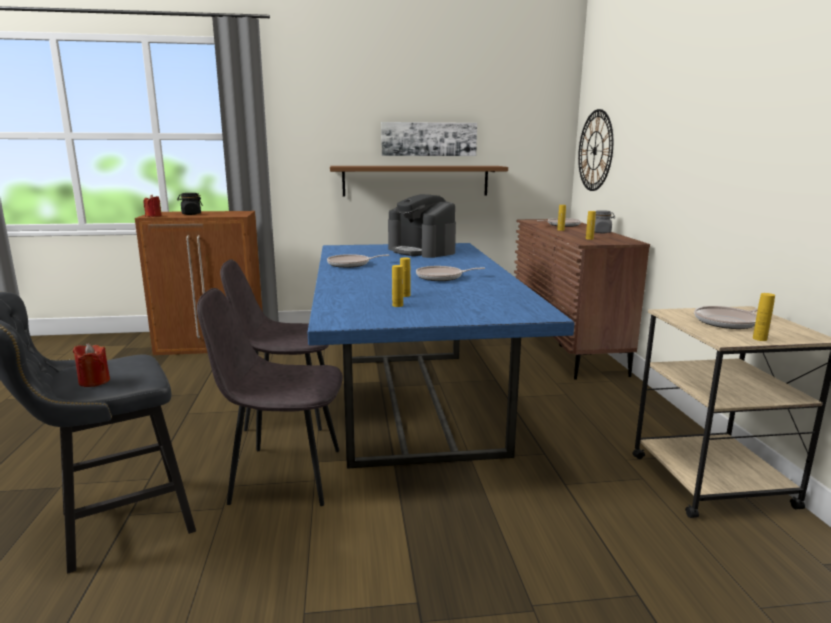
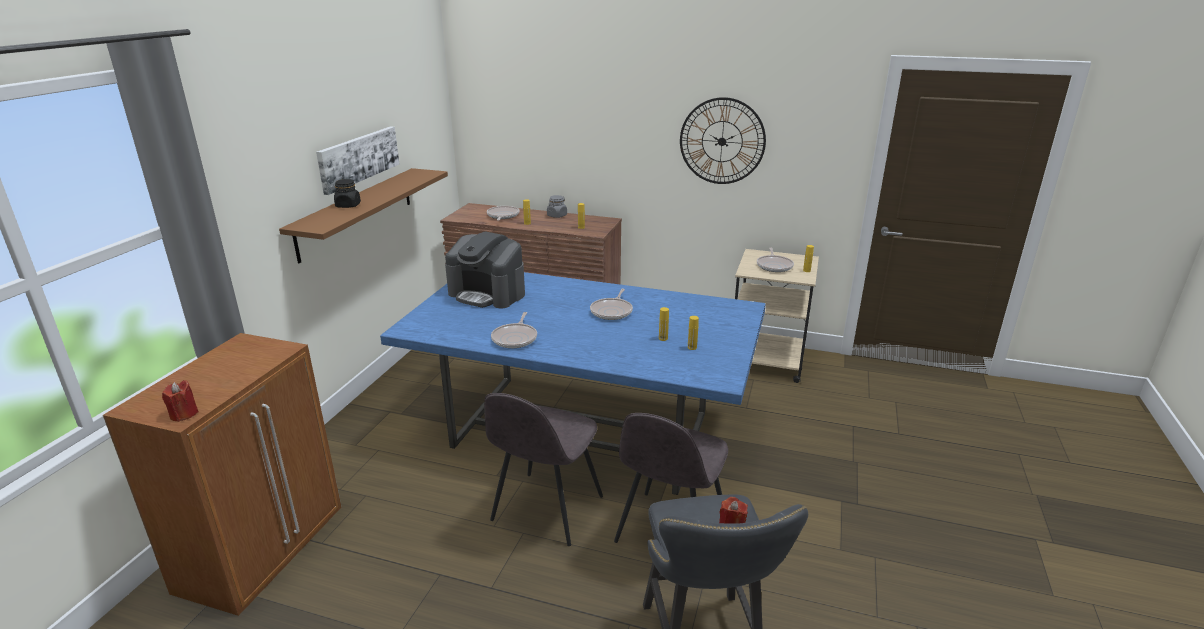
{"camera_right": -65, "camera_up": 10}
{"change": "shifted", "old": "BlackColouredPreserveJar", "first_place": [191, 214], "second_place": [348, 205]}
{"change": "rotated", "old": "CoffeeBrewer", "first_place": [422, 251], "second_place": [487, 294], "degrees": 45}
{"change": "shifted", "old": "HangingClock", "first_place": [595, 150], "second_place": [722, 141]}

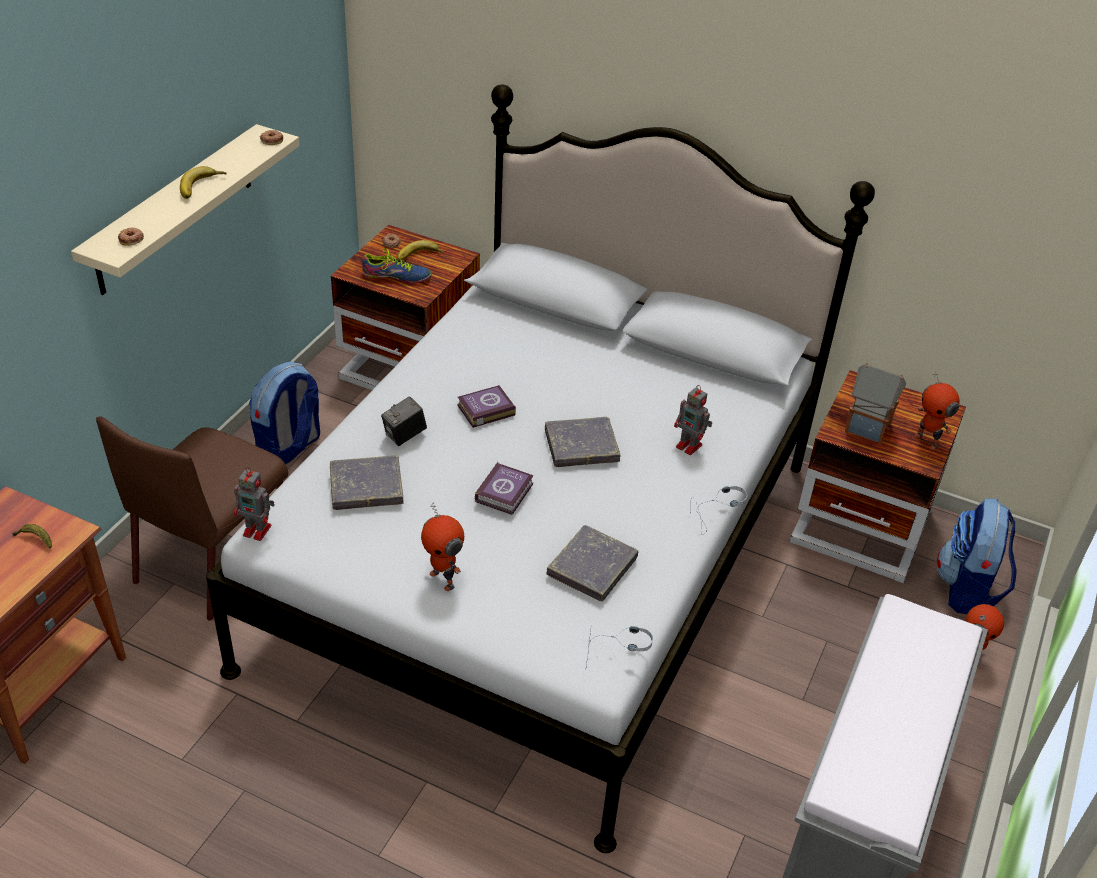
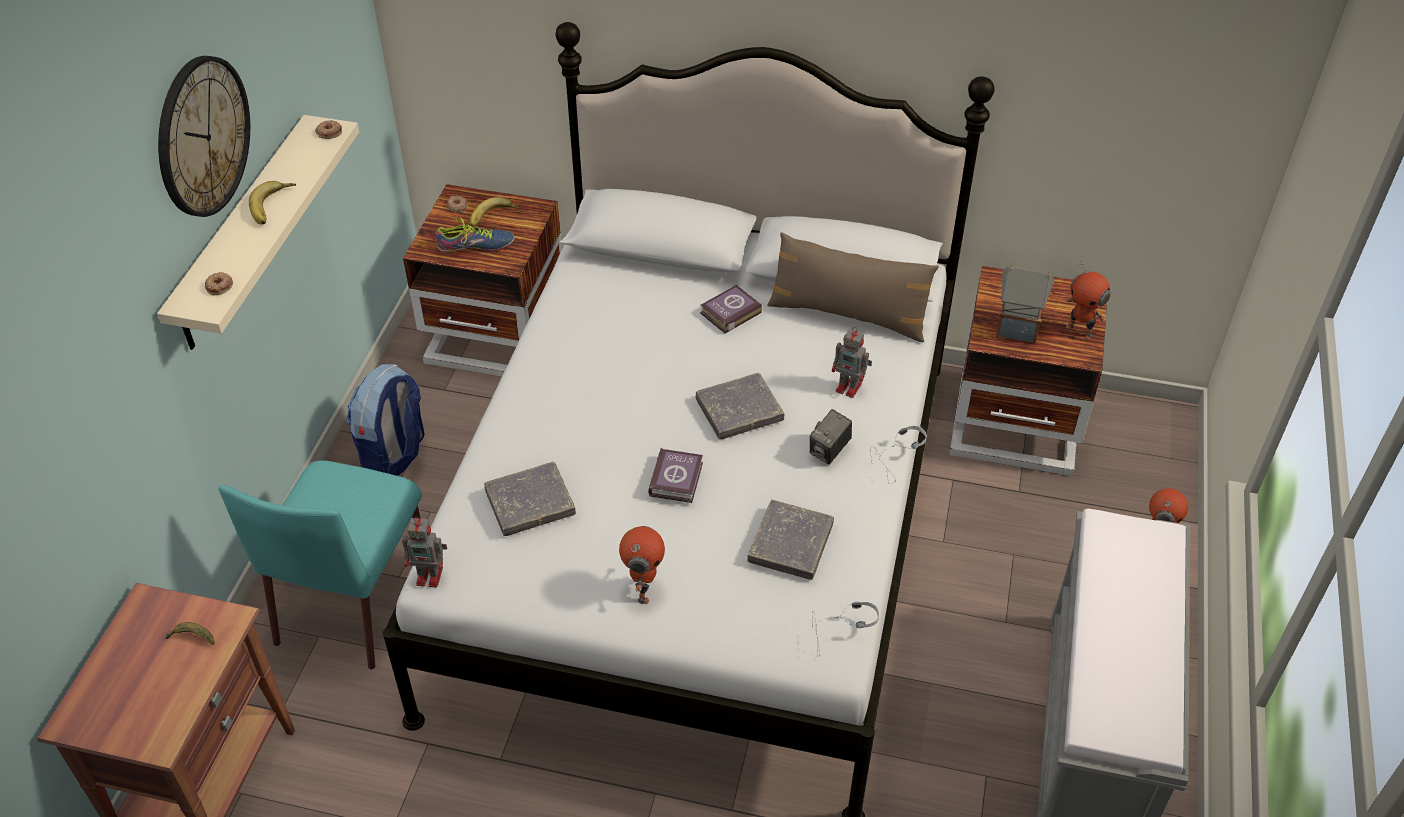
{"camera_right": -10, "camera_up": 5}
{"change": "new", "new": "HangingClock", "second_place": [202, 136]}
{"change": "repainted", "old": "BrownColouredPlainChair", "new": "BlueGreenPlainChair", "first_place": [214, 559], "second_place": [354, 599]}
{"change": "rotated", "old": "ToyRobot", "first_place": [443, 579], "second_place": [643, 589], "degrees": -120}
{"change": "shifted", "old": "BoundBook", "first_place": [484, 410], "second_place": [729, 313]}
{"change": "new", "new": "BrownColouredPillow", "second_place": [848, 315]}
{"change": "shifted", "old": "StillCamera", "first_place": [404, 436], "second_place": [829, 451]}
{"change": "gone", "old": "Knapsack", "first_place": [967, 589]}

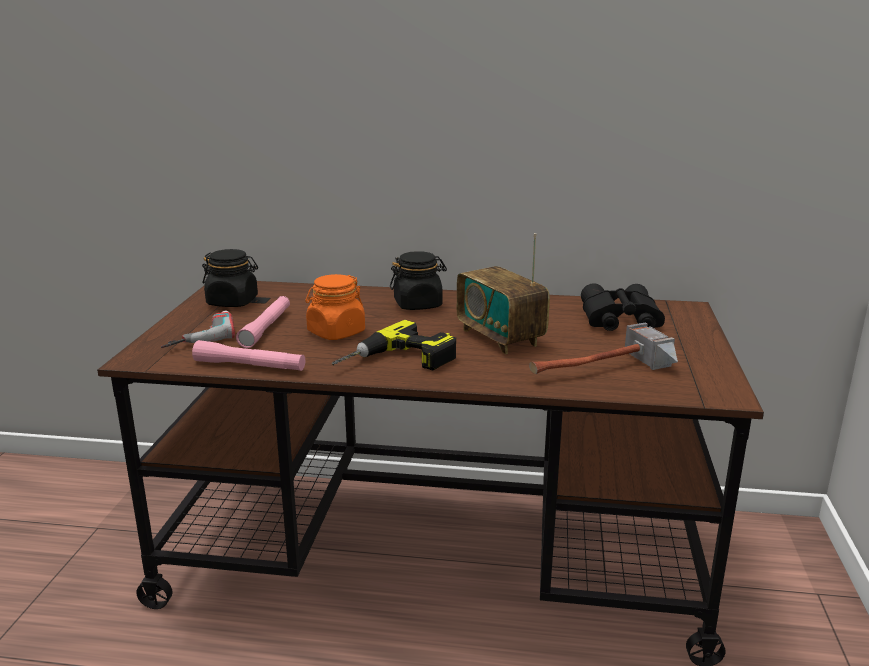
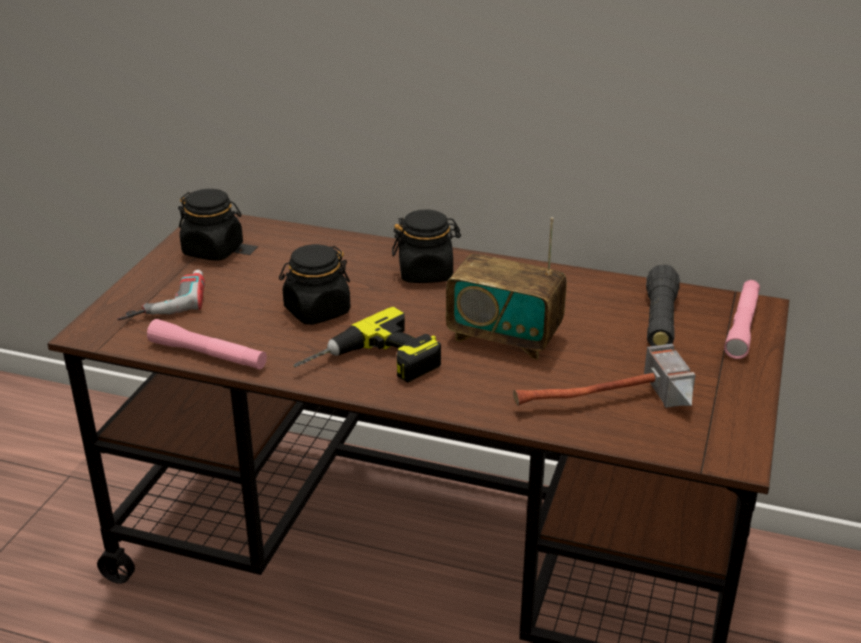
{"camera_right": 10, "camera_up": 10}
{"change": "repainted", "old": "OrangePreserveJar", "new": "BlackColouredPreserveJar", "first_place": [336, 332], "second_place": [317, 311]}
{"change": "rotated", "old": "RadioSet", "first_place": [500, 337], "second_place": [504, 337], "degrees": -45}
{"change": "swapped", "old": "BlackColouredFieldGlasses", "new": "BlackColouredHandTorch", "first_place": [618, 320], "second_place": [660, 321]}
{"change": "shifted", "old": "PinkishHandTorch", "first_place": [266, 328], "second_place": [742, 326]}

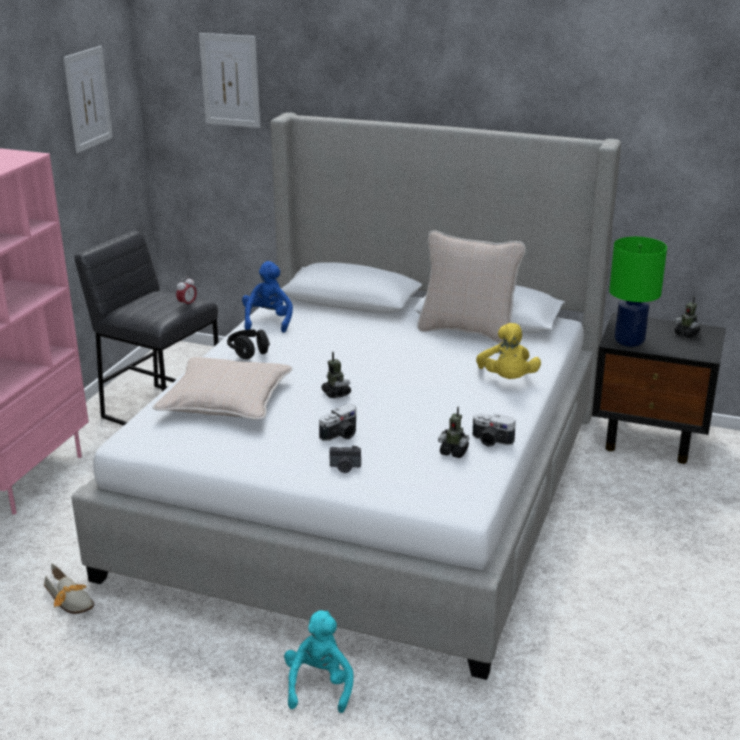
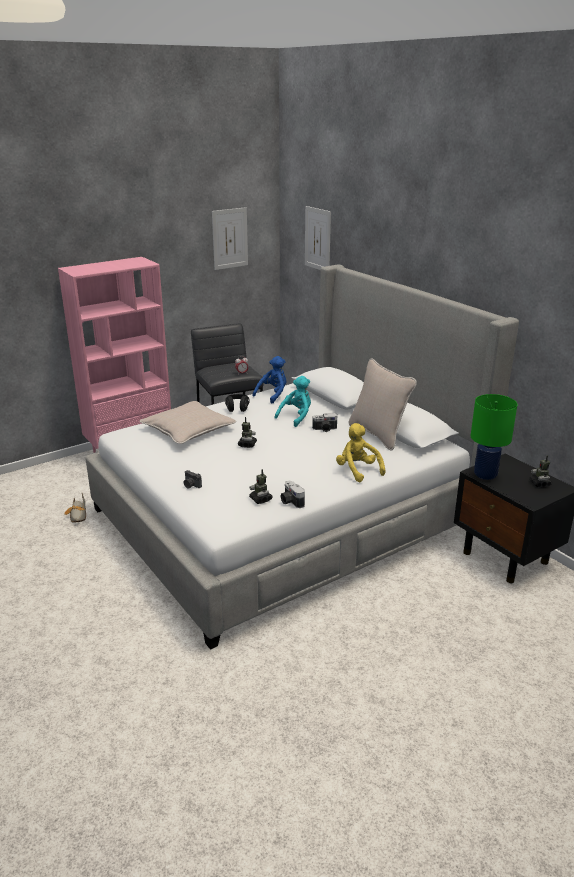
{"camera_right": 35, "camera_up": 0}
{"change": "shifted", "old": "BlueGreenCuddlyToy", "first_place": [319, 685], "second_place": [296, 417]}
{"change": "shifted", "old": "StillCamera", "first_place": [341, 435], "second_place": [325, 429]}
{"change": "rotated", "old": "YellowishCuddlyToy", "first_place": [507, 380], "second_place": [357, 470], "degrees": 120}

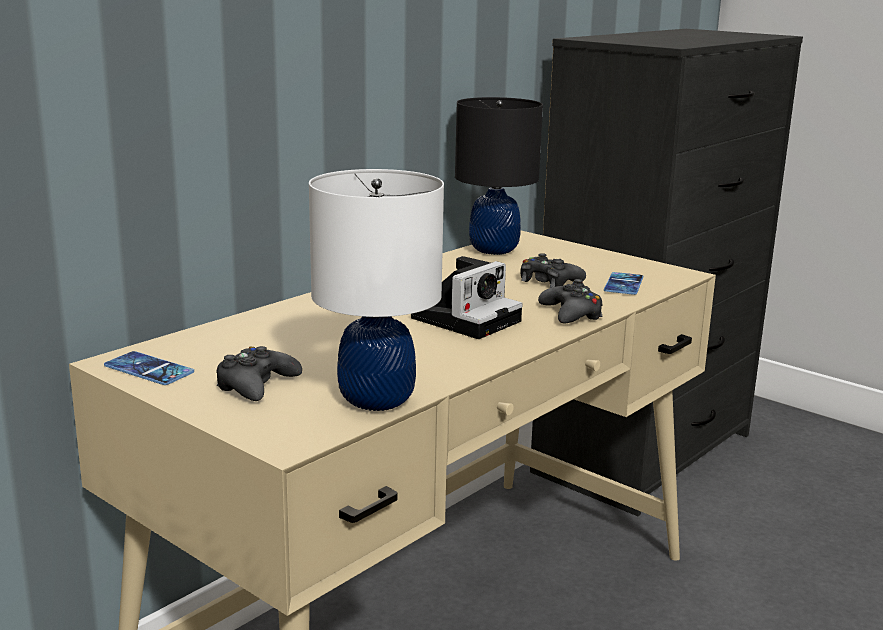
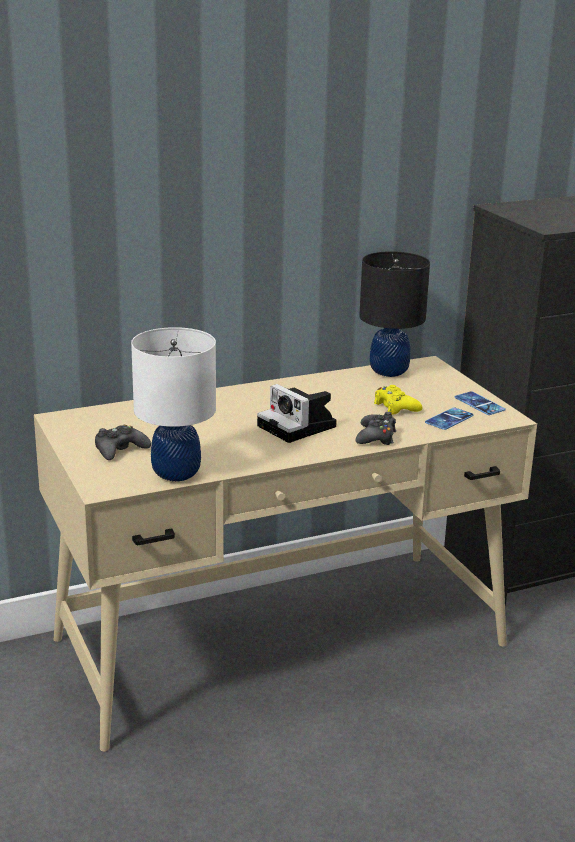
{"camera_right": 25, "camera_up": 5}
{"change": "rotated", "old": "StillCamera", "first_place": [467, 318], "second_place": [299, 427], "degrees": 75}
{"change": "repainted", "old": "BlackColouredGamepad", "new": "YellowishGamepad", "first_place": [549, 281], "second_place": [395, 407]}
{"change": "shifted", "old": "Phone", "first_place": [149, 369], "second_place": [479, 404]}

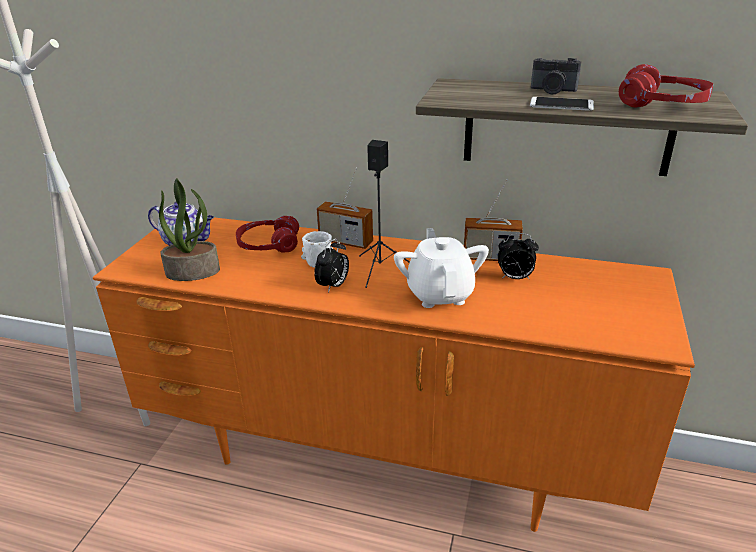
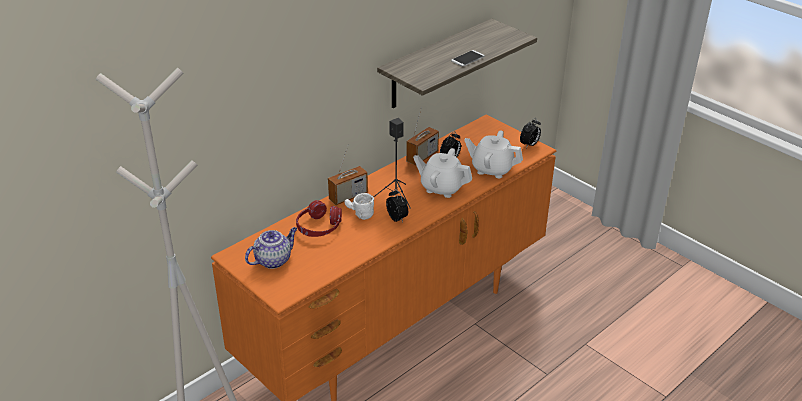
{"camera_right": -60, "camera_up": 5}
{"change": "new", "new": "WhitishTeaPot", "second_place": [492, 169]}
{"change": "new", "new": "BedsideClock", "second_place": [529, 145]}
{"change": "gone", "old": "PlantInAPot", "first_place": [193, 271]}
{"change": "gone", "old": "StillCamera", "first_place": [552, 91]}
{"change": "gone", "old": "RedColouredHeadphones", "first_place": [662, 104]}

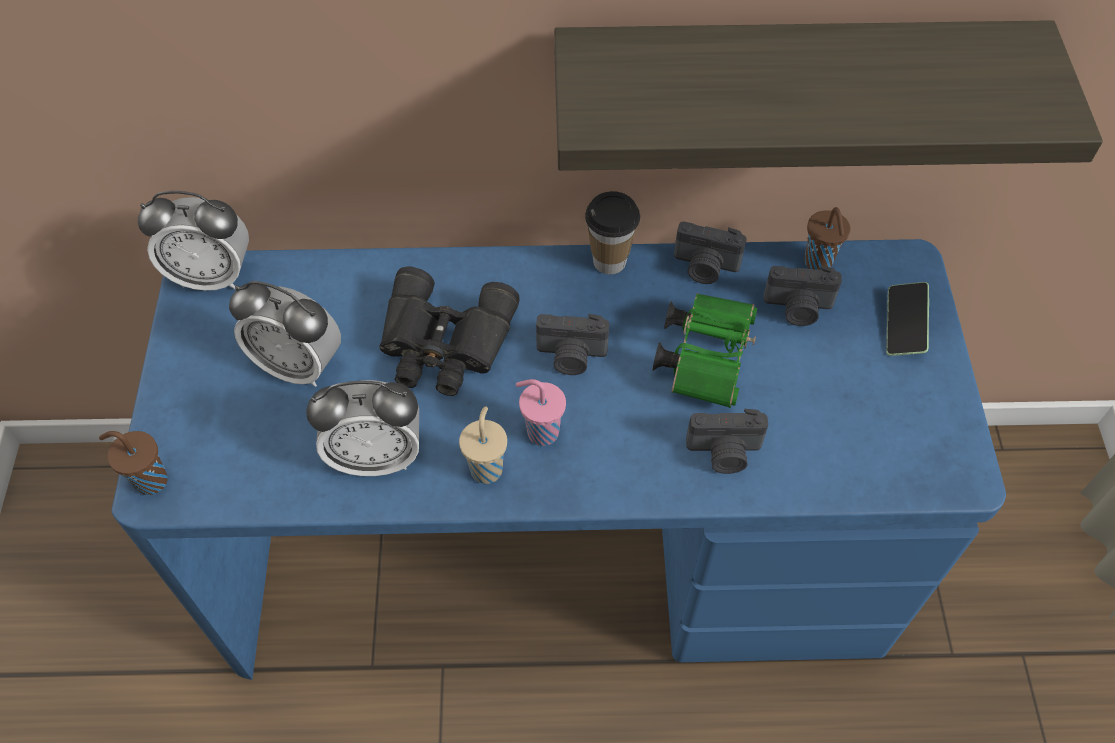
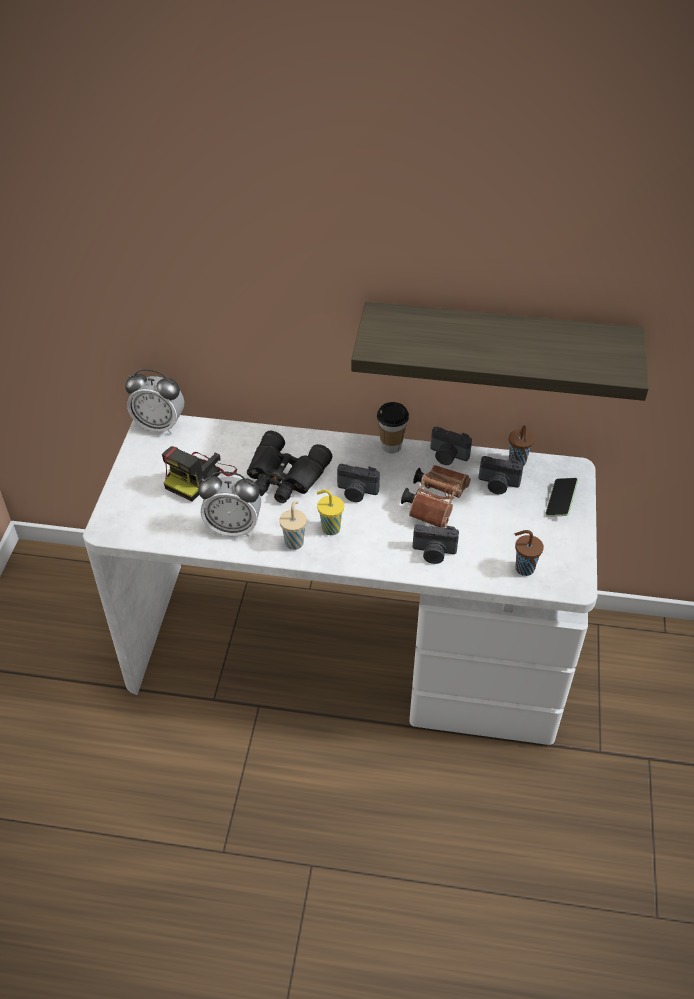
{"camera_right": 10, "camera_up": -10}
{"change": "repainted", "old": "BlueColouredDesk", "new": "WhitishDesk", "first_place": [557, 551], "second_place": [347, 650]}
{"change": "swapped", "old": "BedsideClock", "new": "StillCamera", "first_place": [298, 365], "second_place": [199, 477]}
{"change": "repainted", "old": "PinkishSmallCup", "new": "YellowishSmallCup", "first_place": [541, 432], "second_place": [329, 528]}
{"change": "repainted", "old": "GreenFieldGlasses", "new": "BrownColouredFieldGlasses", "first_place": [705, 356], "second_place": [436, 502]}
{"change": "shifted", "old": "BrownColouredSmallCup", "first_place": [149, 480], "second_place": [523, 568]}

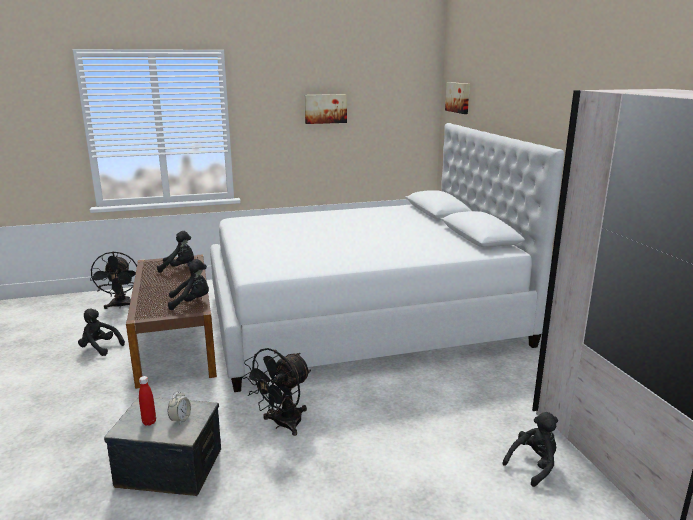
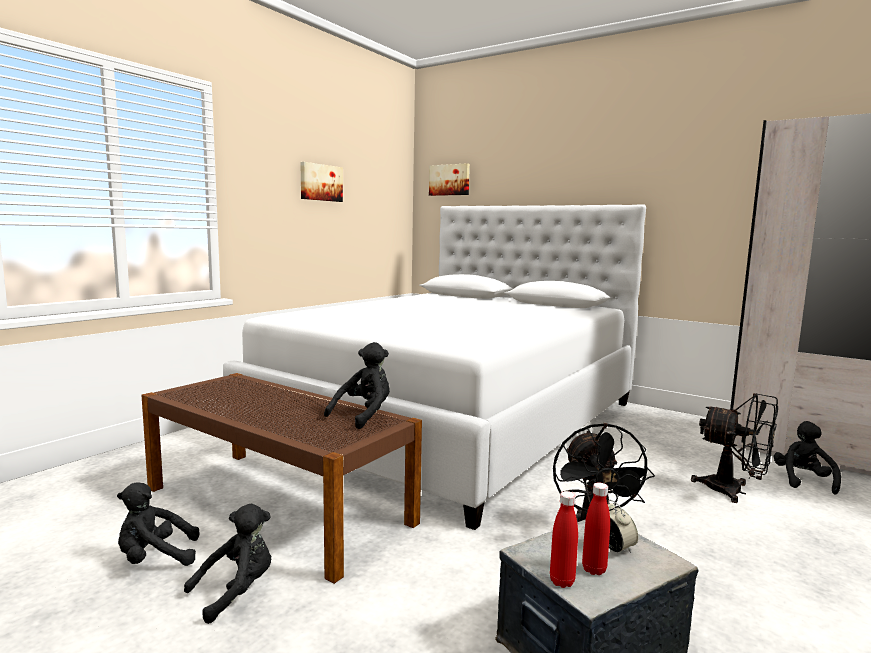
{"camera_right": -40, "camera_up": -10}
{"change": "shifted", "old": "BlackColouredCuddlyToy", "first_place": [179, 268], "second_place": [236, 591]}
{"change": "new", "new": "RedColouredBottle", "second_place": [562, 581]}
{"change": "shifted", "old": "BlackColouredElectricFan", "first_place": [120, 306], "second_place": [734, 491]}

